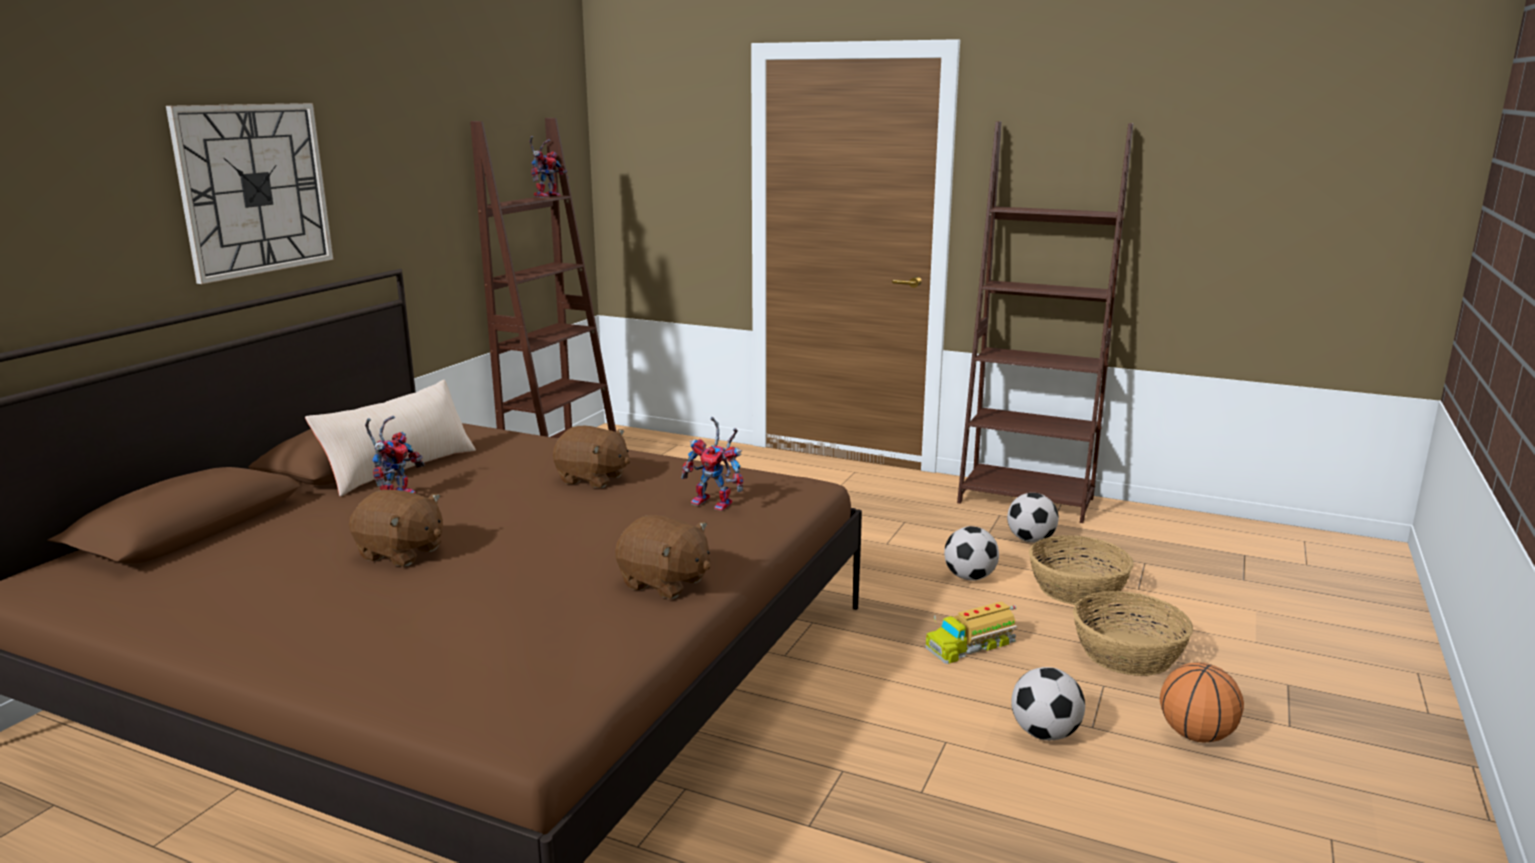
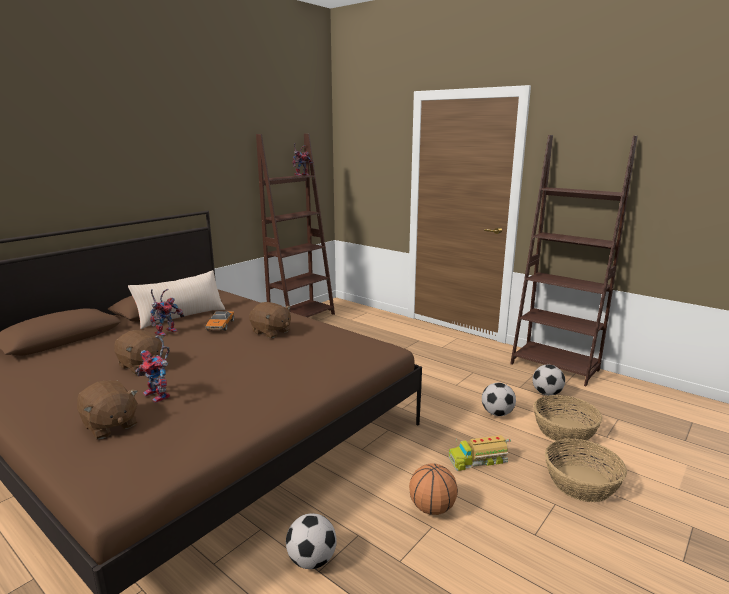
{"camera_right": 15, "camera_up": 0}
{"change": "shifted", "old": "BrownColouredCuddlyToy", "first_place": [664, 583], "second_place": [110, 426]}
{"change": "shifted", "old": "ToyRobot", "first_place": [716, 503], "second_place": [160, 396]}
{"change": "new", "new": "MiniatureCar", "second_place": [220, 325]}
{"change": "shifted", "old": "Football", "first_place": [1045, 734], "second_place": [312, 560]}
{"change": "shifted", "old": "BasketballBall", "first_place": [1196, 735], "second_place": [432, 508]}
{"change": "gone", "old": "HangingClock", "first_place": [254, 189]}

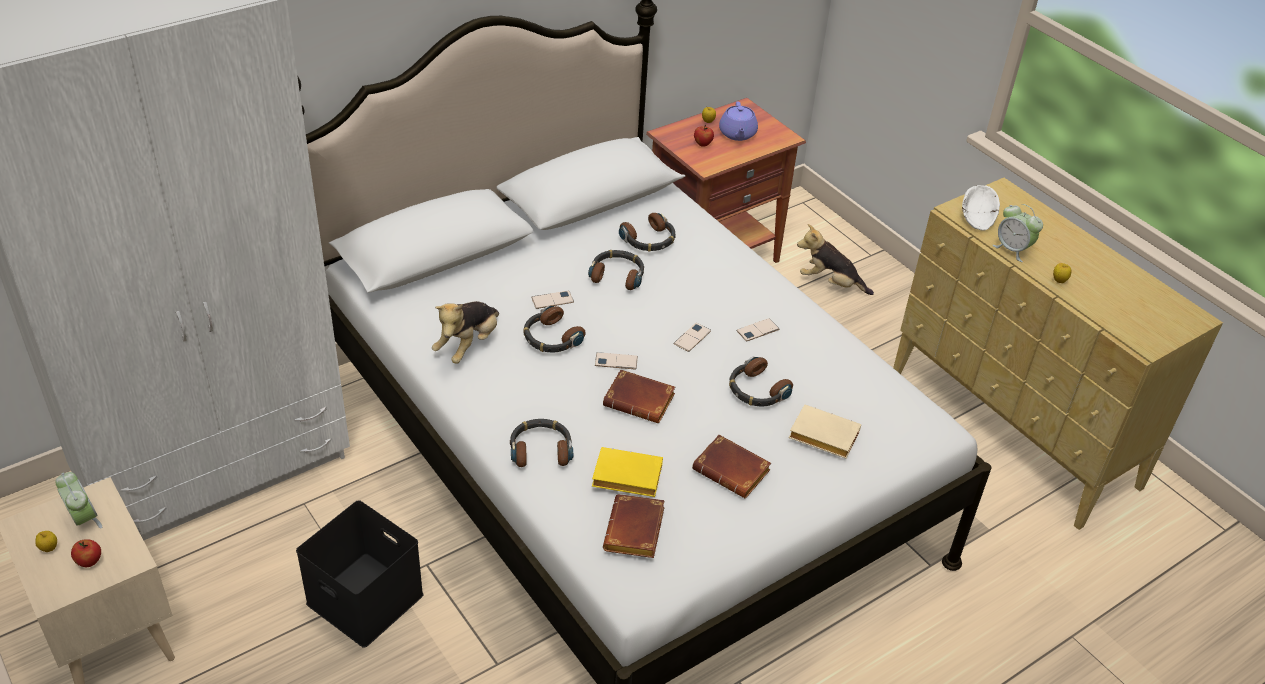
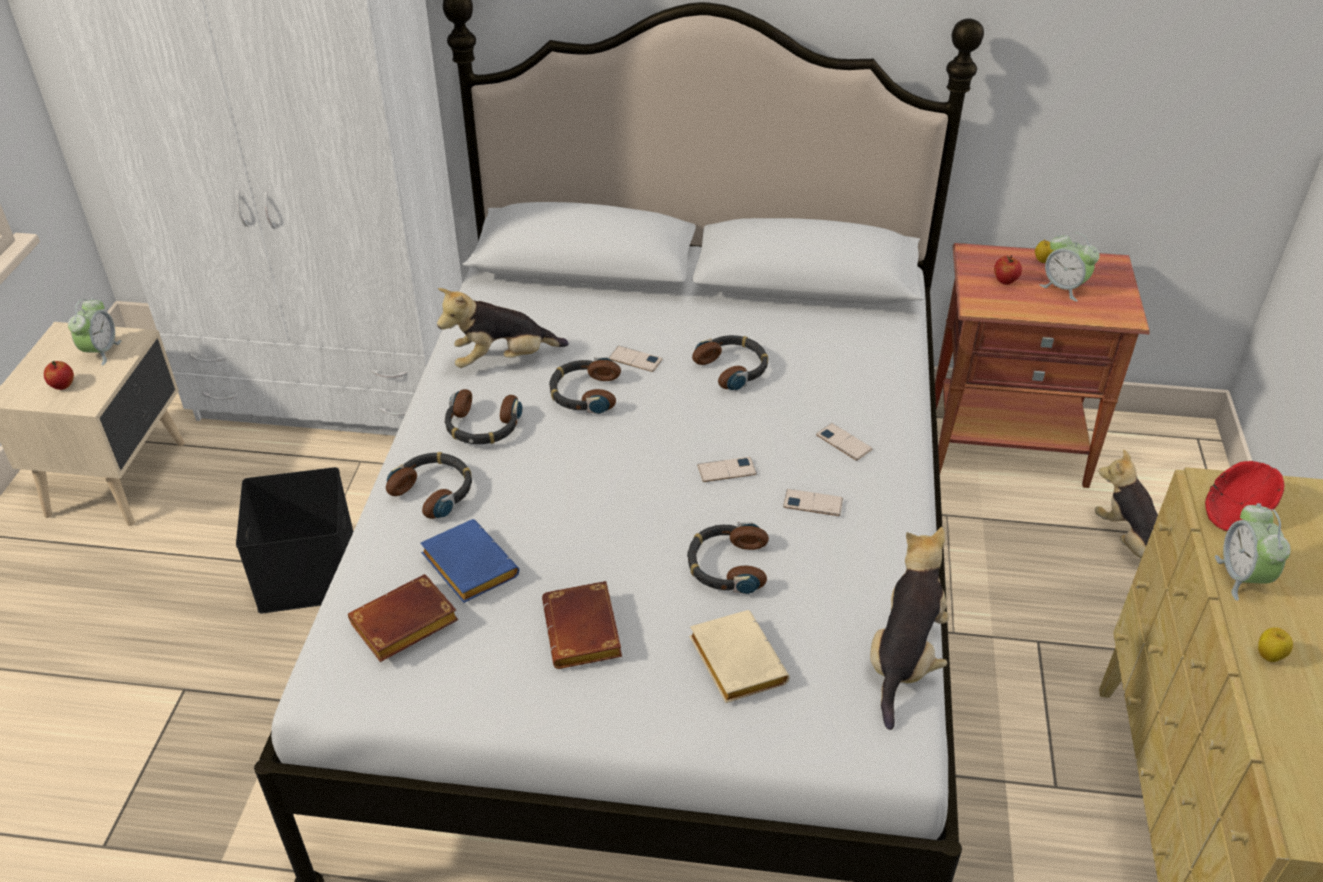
{"camera_right": 45, "camera_up": 0}
{"change": "repainted", "old": "YellowishBoundBook", "new": "BlueColouredBoundBook", "first_place": [625, 478], "second_place": [466, 566]}
{"change": "shifted", "old": "Headphones", "first_place": [649, 240], "second_place": [482, 426]}
{"change": "shifted", "old": "Phone", "first_place": [616, 361], "second_place": [843, 442]}
{"change": "new", "new": "CuddlyToy", "second_place": [904, 658]}
{"change": "swapped", "old": "PurpleColouredTeaPot", "new": "BedsideClock", "first_place": [737, 134], "second_place": [1063, 288]}
{"change": "repainted", "old": "WhitishDeepDish", "new": "RedColouredDeepDish", "first_place": [976, 219], "second_place": [1233, 512]}
{"change": "gone", "old": "Apple", "first_place": [49, 549]}
{"change": "gone", "old": "BrownColouredBoundBook", "first_place": [641, 401]}

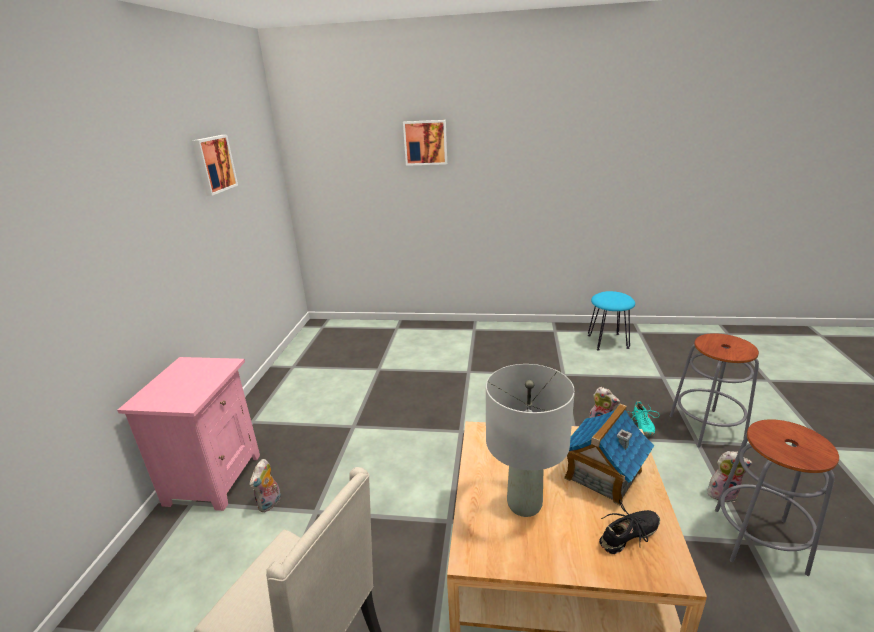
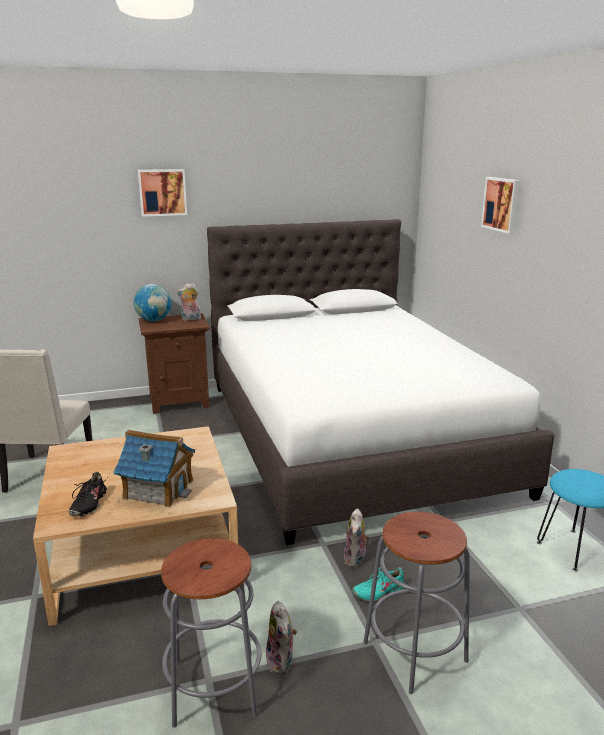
{"camera_right": 65, "camera_up": -5}
{"change": "rotated", "old": "BlackColouredShoe", "first_place": [629, 536], "second_place": [88, 504], "degrees": 60}
{"change": "new", "new": "WorldGlobe", "second_place": [154, 320]}
{"change": "shifted", "old": "Picture", "first_place": [213, 164], "second_place": [162, 192]}
{"change": "repainted", "old": "PinkishNightstand", "new": "BrownColouredNightstand", "first_place": [216, 478], "second_place": [180, 402]}
{"change": "shifted", "old": "CuddlyToy", "first_place": [270, 504], "second_place": [190, 319]}
{"change": "new", "new": "WhitishSleepingBed", "second_place": [350, 434]}
{"change": "gone", "old": "GrayLampForATable", "first_place": [524, 503]}

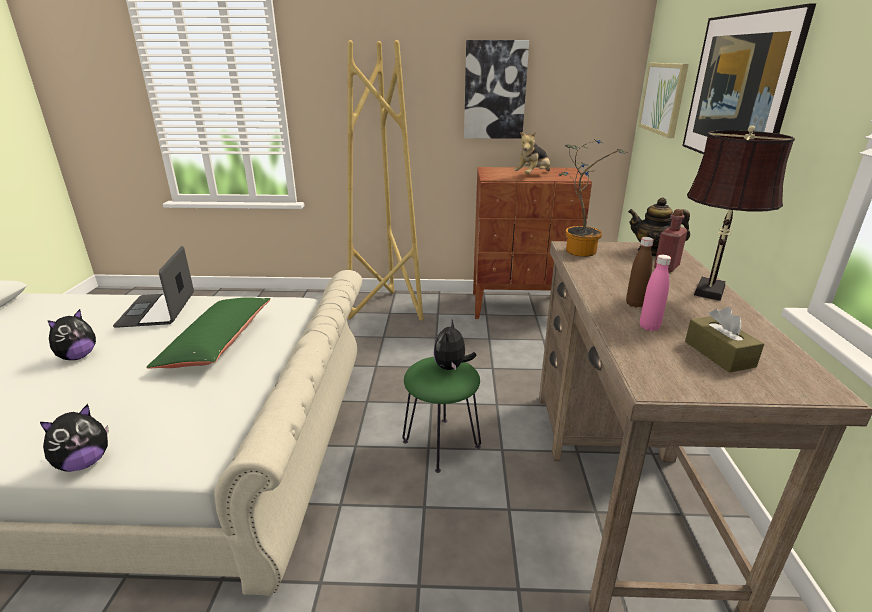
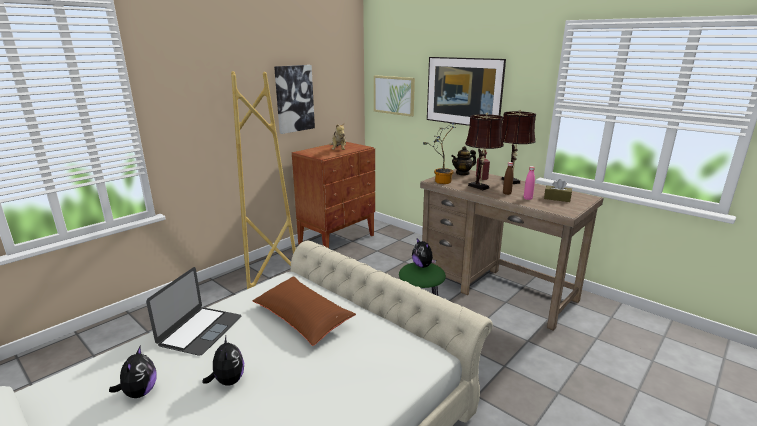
{"camera_right": -50, "camera_up": -5}
{"change": "shifted", "old": "CuddlyToy", "first_place": [84, 463], "second_place": [139, 392]}
{"change": "rotated", "old": "PortableComputer", "first_place": [157, 310], "second_place": [200, 330], "degrees": -105}
{"change": "repainted", "old": "GreenPillow", "new": "BrownColouredPillow", "first_place": [218, 343], "second_place": [302, 318]}
{"change": "new", "new": "BrownColouredLampForATable", "second_place": [480, 187]}

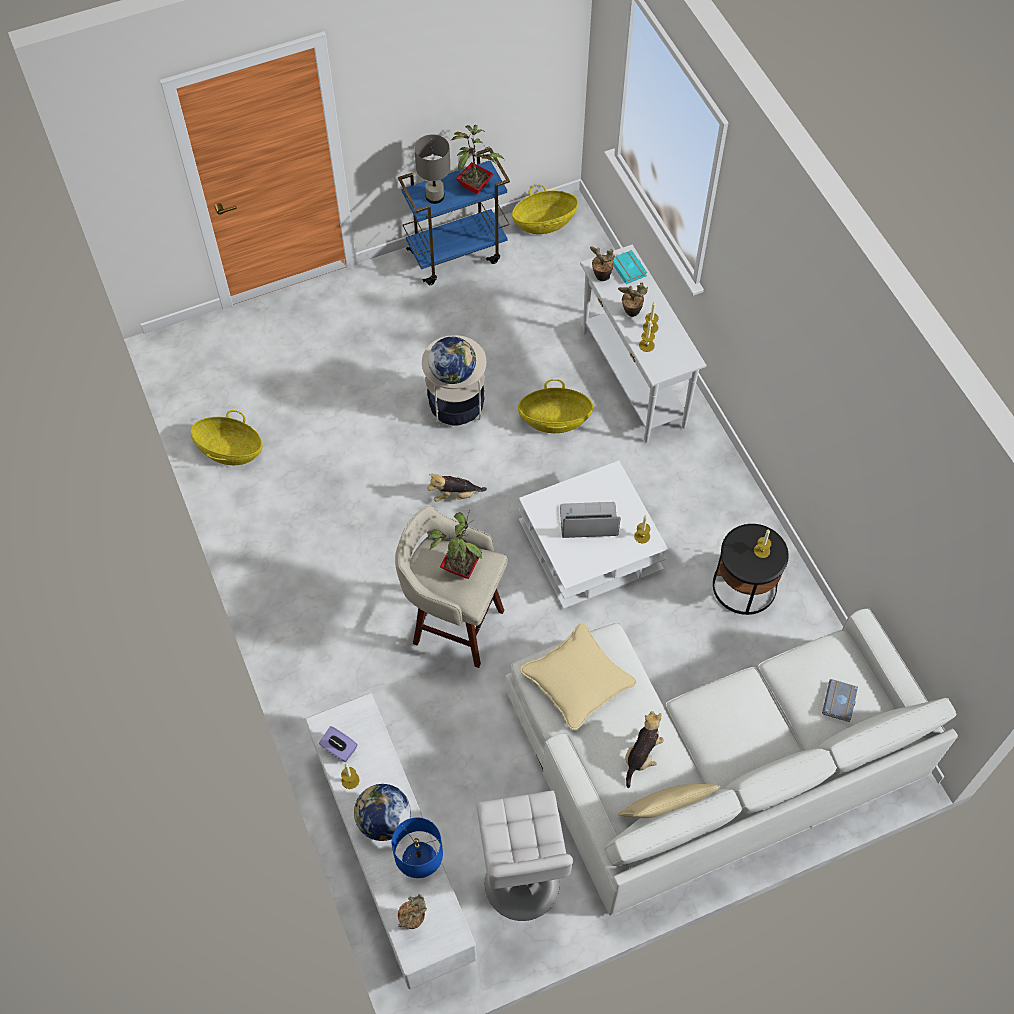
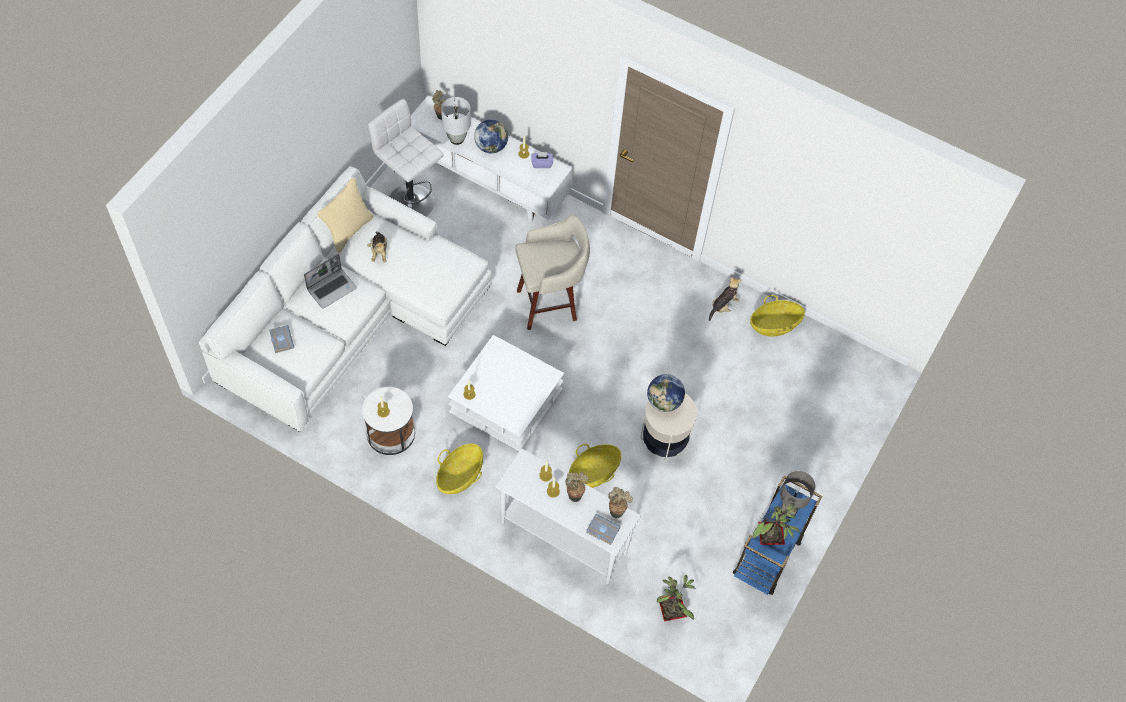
{"camera_right": 140, "camera_up": 0}
{"change": "shifted", "old": "PortableComputer", "first_place": [587, 522], "second_place": [332, 288]}
{"change": "repainted", "old": "BlackColouredSideTable", "new": "WhitishSideTable", "first_place": [744, 586], "second_place": [390, 433]}
{"change": "shifted", "old": "Basket", "first_place": [544, 222], "second_place": [460, 475]}
{"change": "repainted", "old": "BlueColouredLampForATable", "new": "WhitishLampForATable", "first_place": [420, 866], "second_place": [456, 138]}
{"change": "repainted", "old": "BlueGreenBoundBook", "new": "GrayBoundBook", "first_place": [629, 269], "second_place": [602, 530]}
{"change": "shifted", "old": "PlantInAPot", "first_place": [459, 567], "second_place": [672, 612]}
{"change": "shifted", "old": "CuddlyToy", "first_place": [455, 495], "second_place": [723, 306]}
{"change": "gone", "old": "BeigePillow", "first_place": [577, 680]}

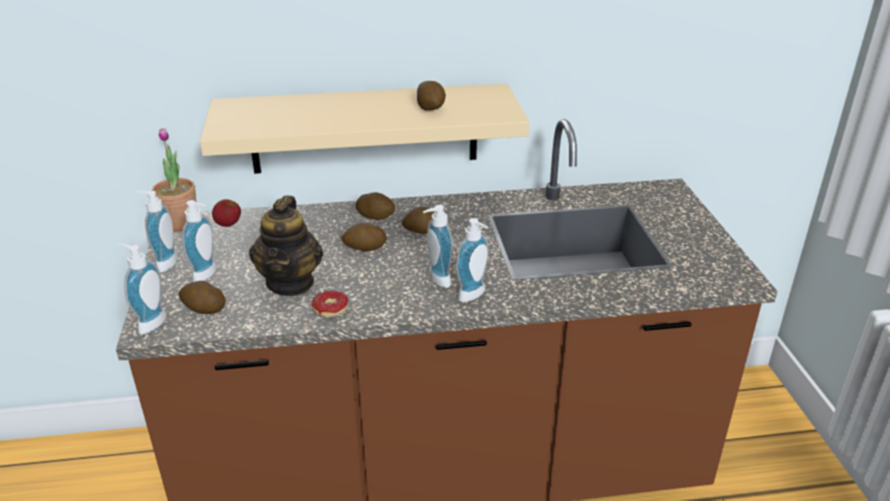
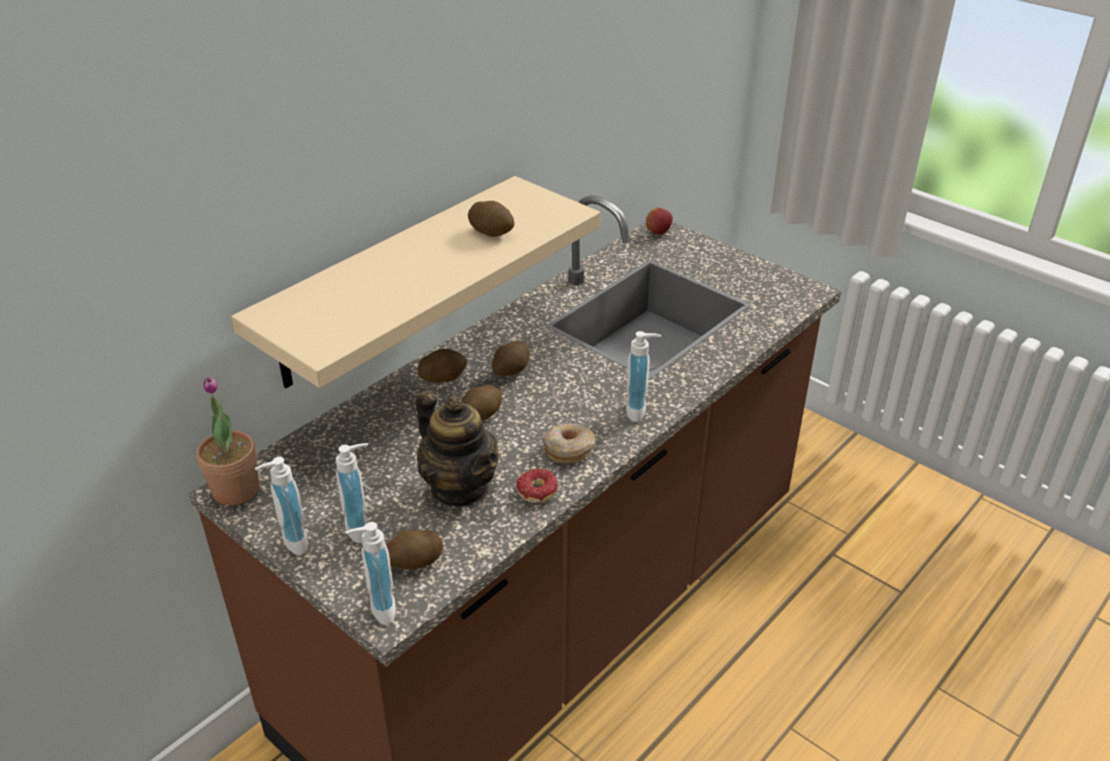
{"camera_right": -40, "camera_up": 5}
{"change": "new", "new": "Doughnut", "second_place": [568, 449]}
{"change": "shifted", "old": "Apple", "first_place": [228, 224], "second_place": [658, 232]}
{"change": "gone", "old": "SoapBottle", "first_place": [436, 280]}

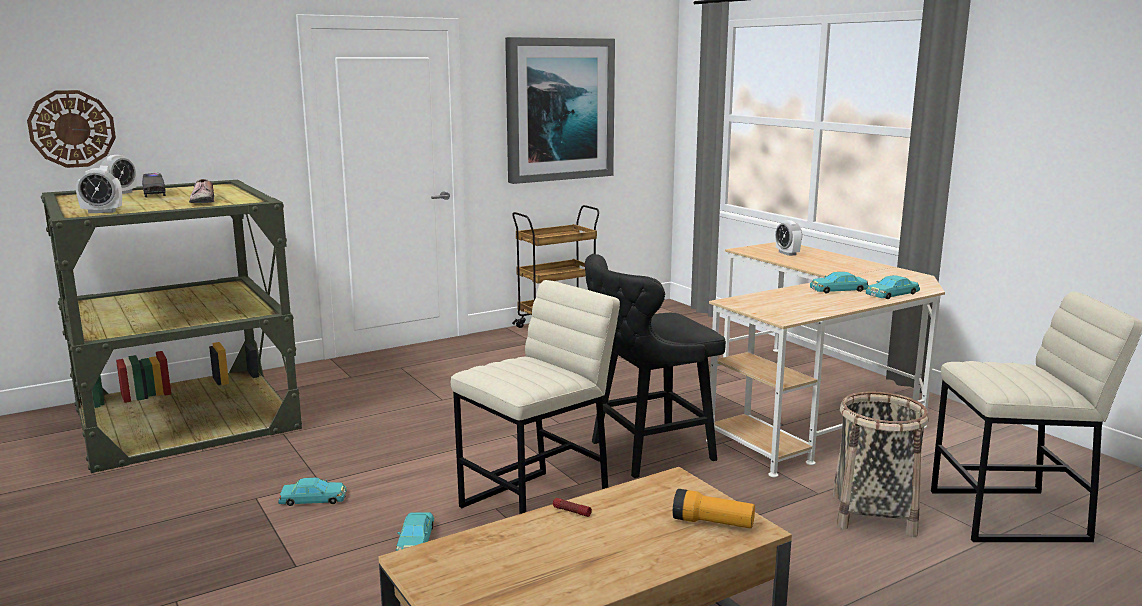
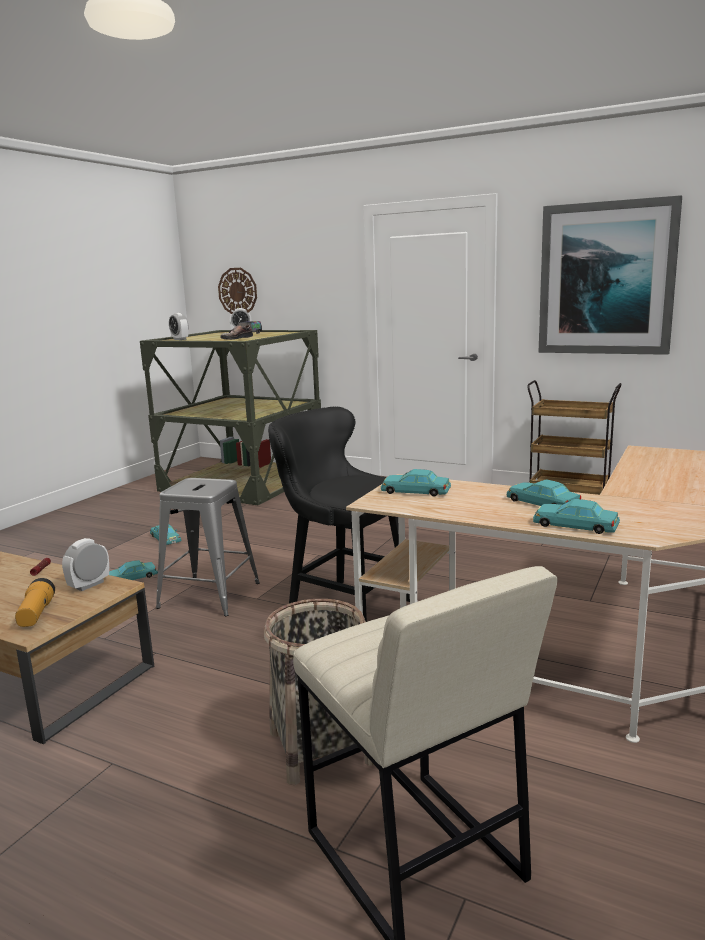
{"camera_right": 60, "camera_up": 0}
{"change": "shifted", "old": "BedsideClock", "first_place": [787, 253], "second_place": [89, 585]}
{"change": "swapped", "old": "BeigePlainChair", "new": "GrayStool", "first_place": [537, 504], "second_place": [209, 595]}
{"change": "new", "new": "BlueGreenMiniatureCar", "second_place": [415, 491]}

